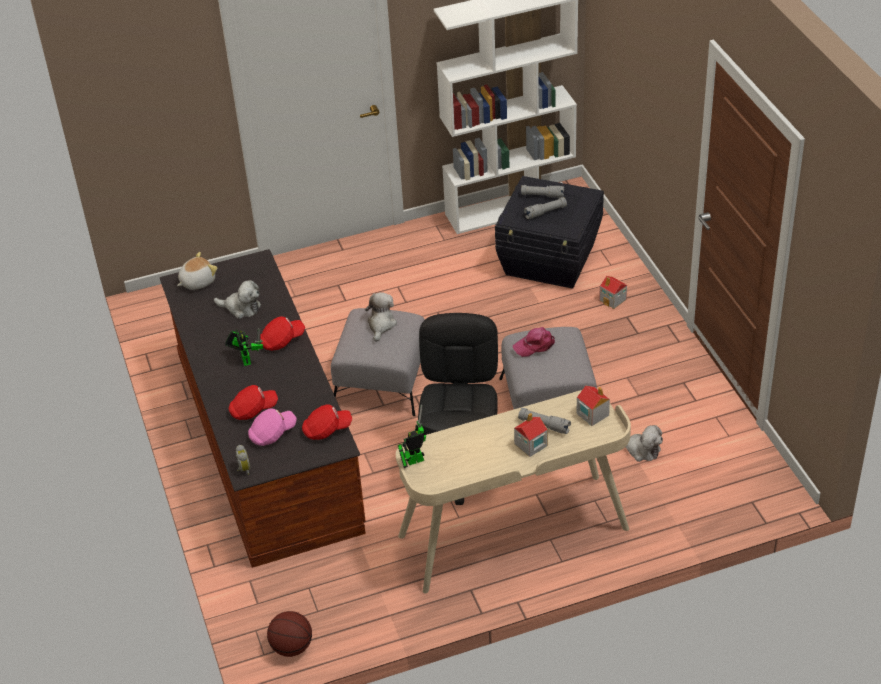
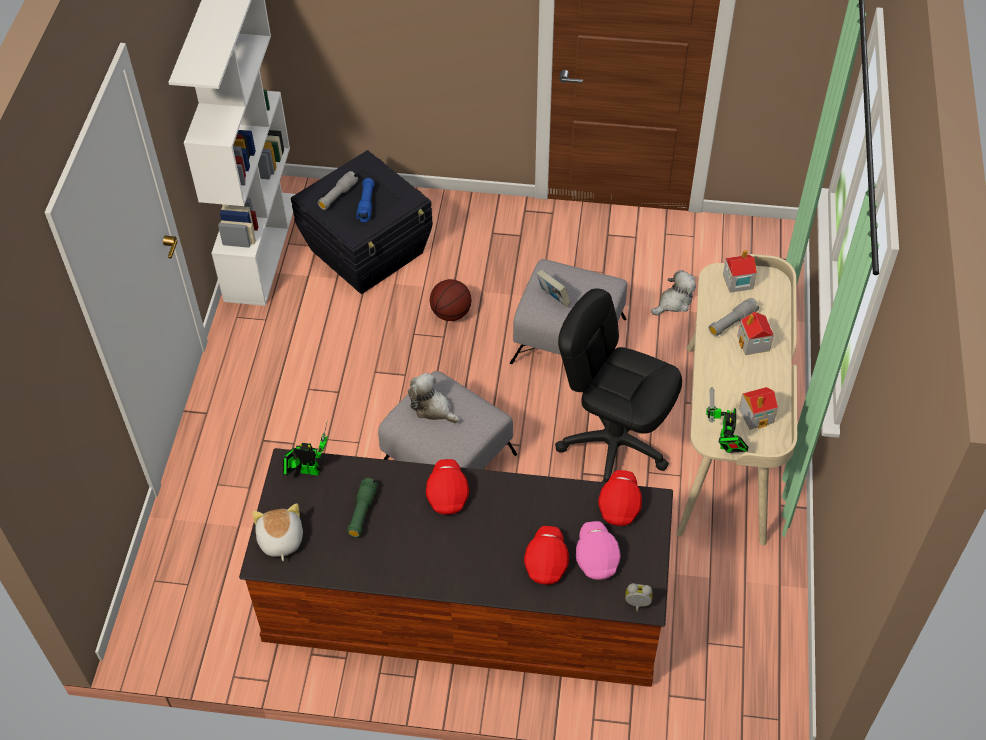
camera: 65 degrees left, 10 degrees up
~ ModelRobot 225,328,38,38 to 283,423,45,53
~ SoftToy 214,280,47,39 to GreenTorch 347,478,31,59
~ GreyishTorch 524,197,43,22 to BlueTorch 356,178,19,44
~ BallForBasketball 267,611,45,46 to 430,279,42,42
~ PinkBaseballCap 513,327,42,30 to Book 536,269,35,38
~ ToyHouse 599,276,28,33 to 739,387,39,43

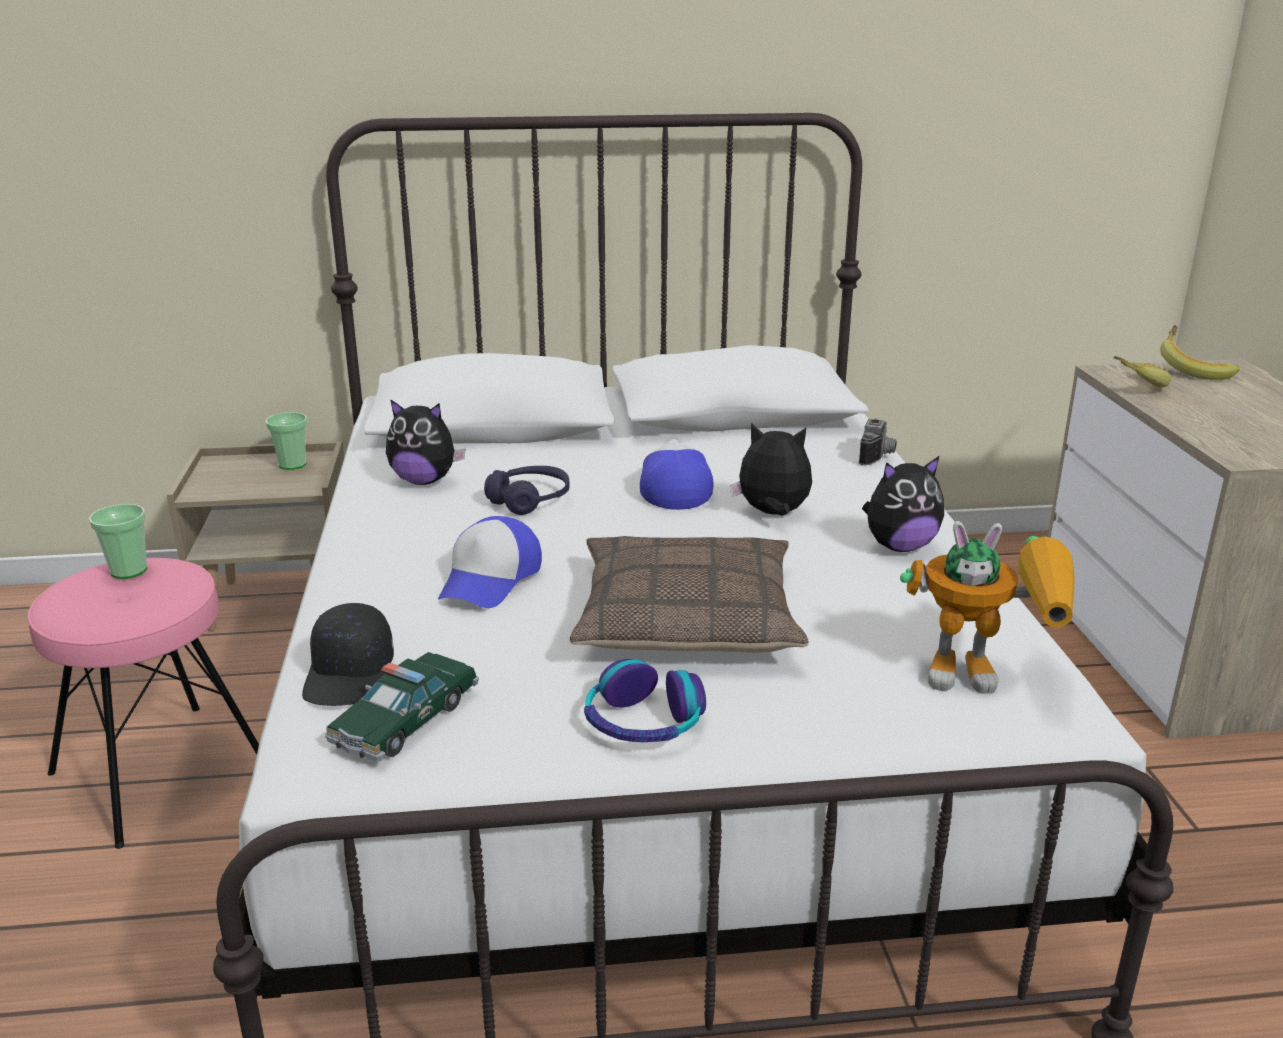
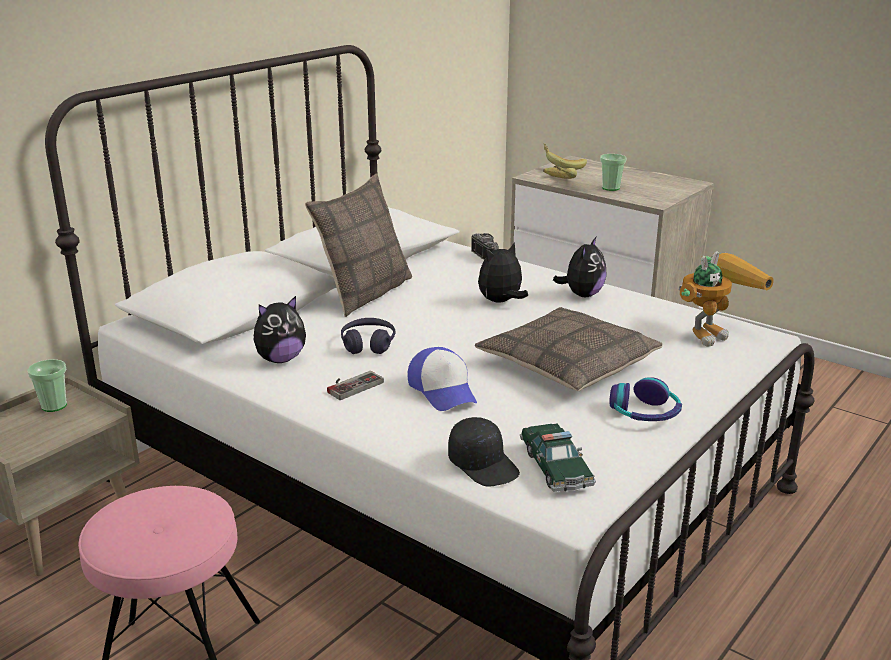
camera: 45 degrees left, 0 degrees up
+ Cushion 305,174,107,143
+ Joypad 327,371,57,29
~ DrinkingCup 89,504,58,75 to 600,154,27,37
- BaseballCap 640,439,74,71

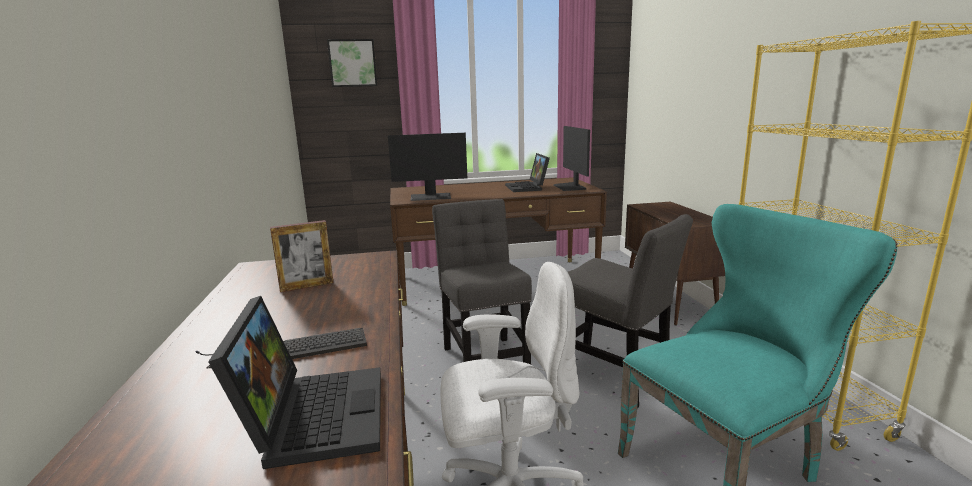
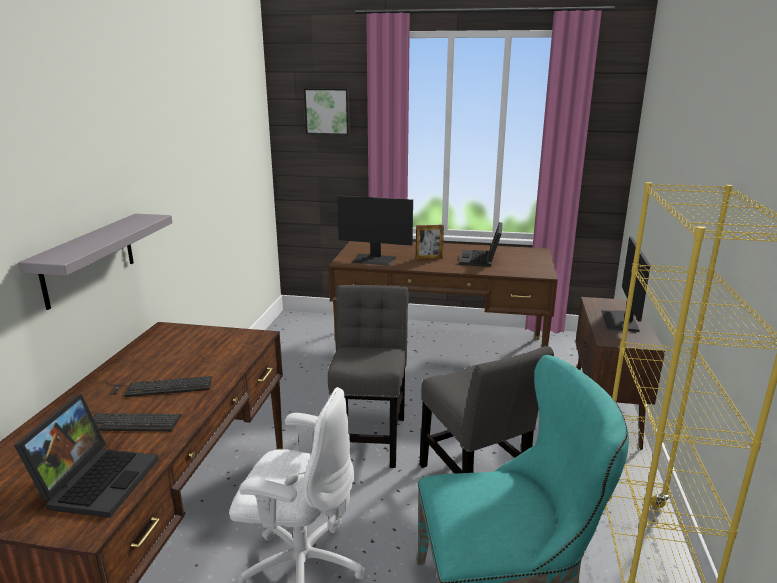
camera: 20 degrees right, 5 degrees up
+ GreyishShelf 18,214,154,96
+ PcKeyboard 105,376,107,21
~ StandingFrame 270,220,64,72 to 416,225,28,35
~ ComputerScreen 554,126,36,65 to 601,237,49,95

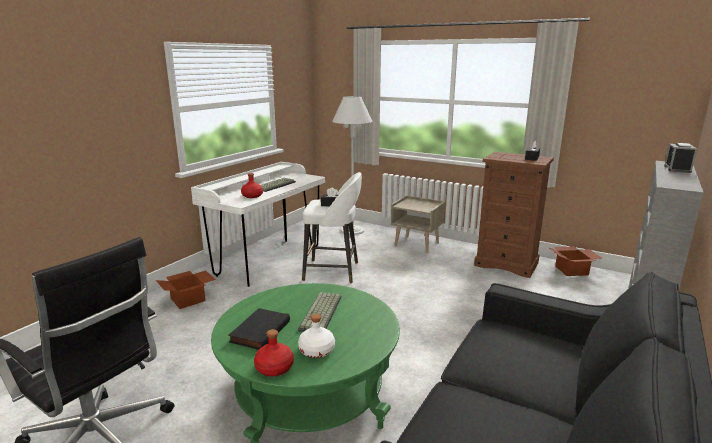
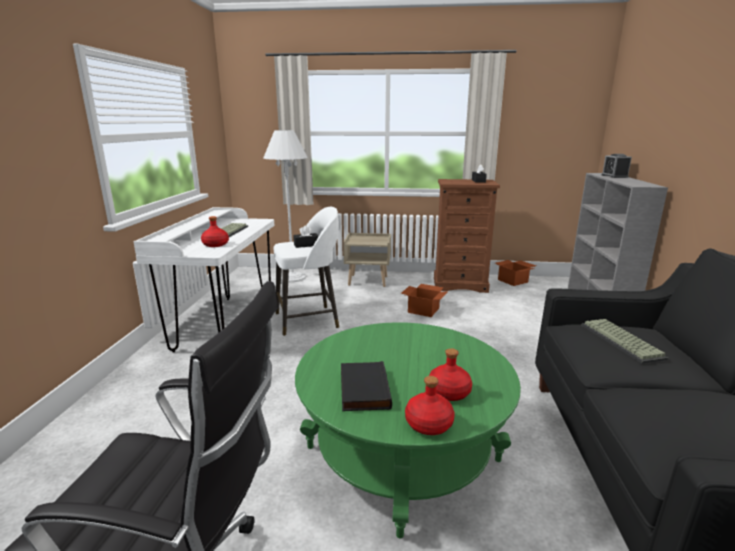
camera: 25 degrees left, 0 degrees up
~ PackingBox 156,270,60,39 to 401,284,47,33
~ WhiteBottle 298,314,37,44 to RedBottle 429,348,43,53
~ PcKeyboard 298,292,43,40 to 581,319,87,45

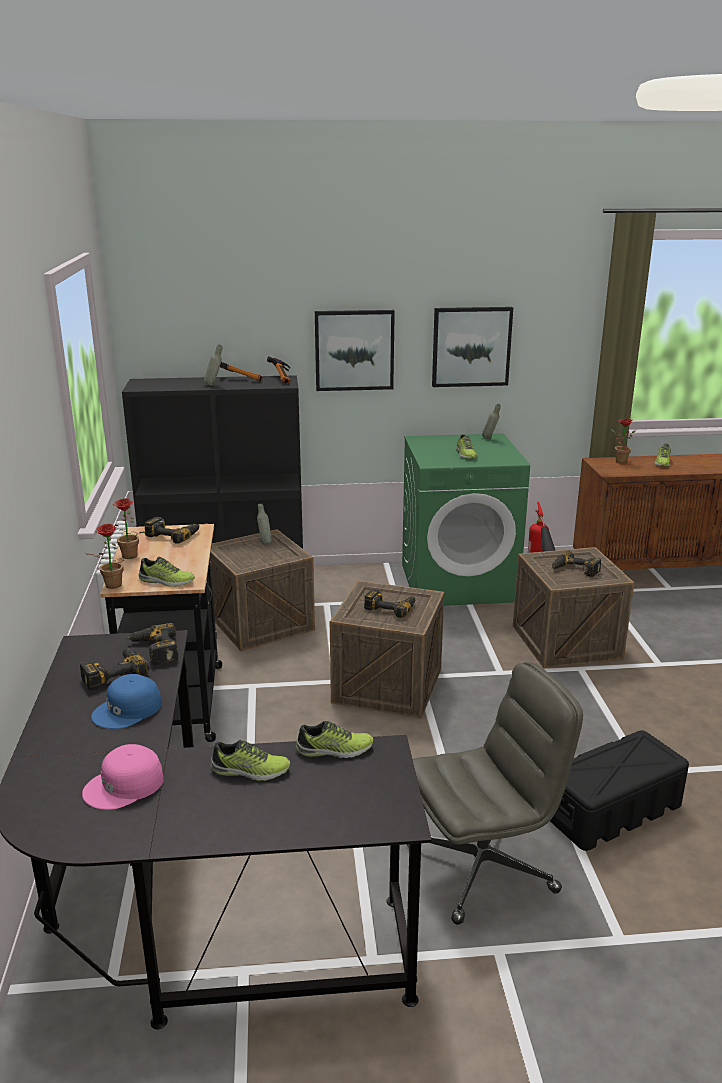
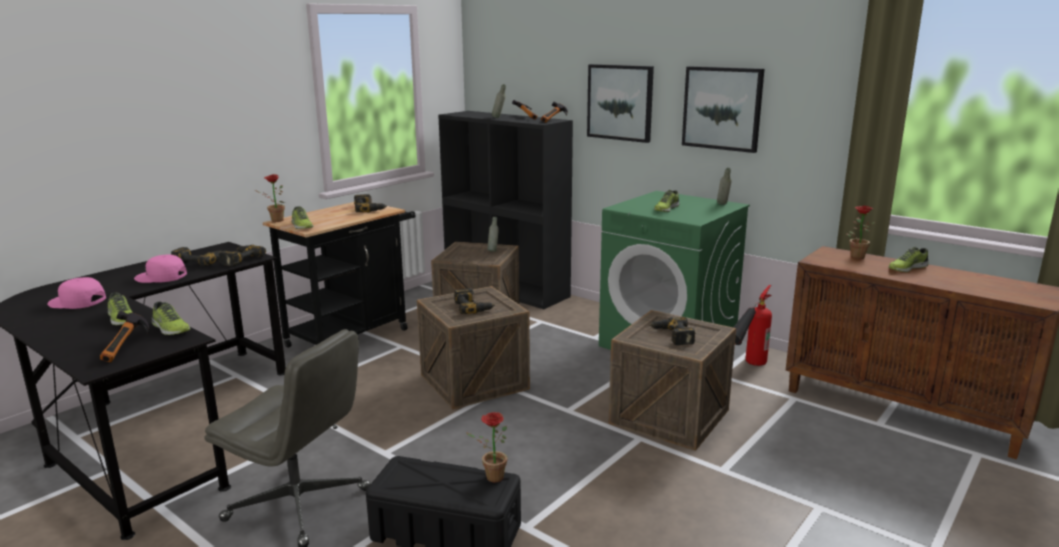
camera: 45 degrees right, 5 degrees down
+ ToolHammer 100,311,49,51
~ BlueBaseballCap 91,674,71,55 to PinkBaseballCap 134,254,53,29
~ Houseplant 103,498,43,61 to 465,412,42,70

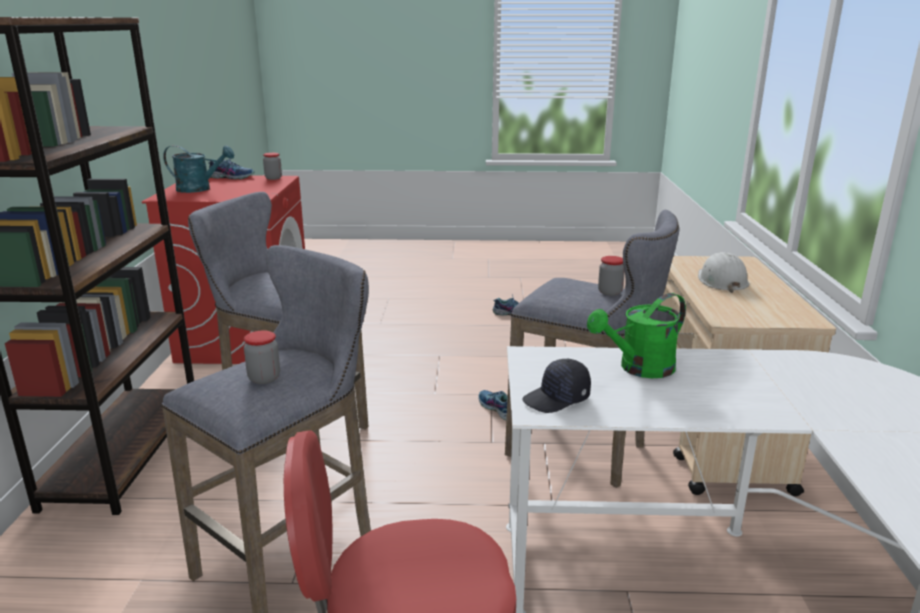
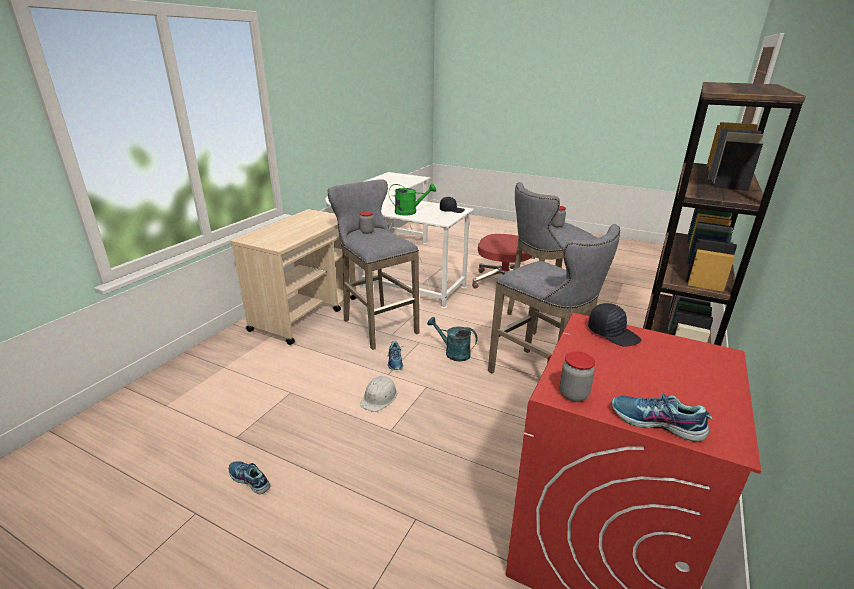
camera: 155 degrees left, 5 degrees up
~ WhiteSafetyHelmet 698,252,51,41 to 360,376,37,36
~ TurquoiseColouredWateringCan 163,145,71,48 to 427,317,50,44
+ BlackBaseballCap 588,303,54,44

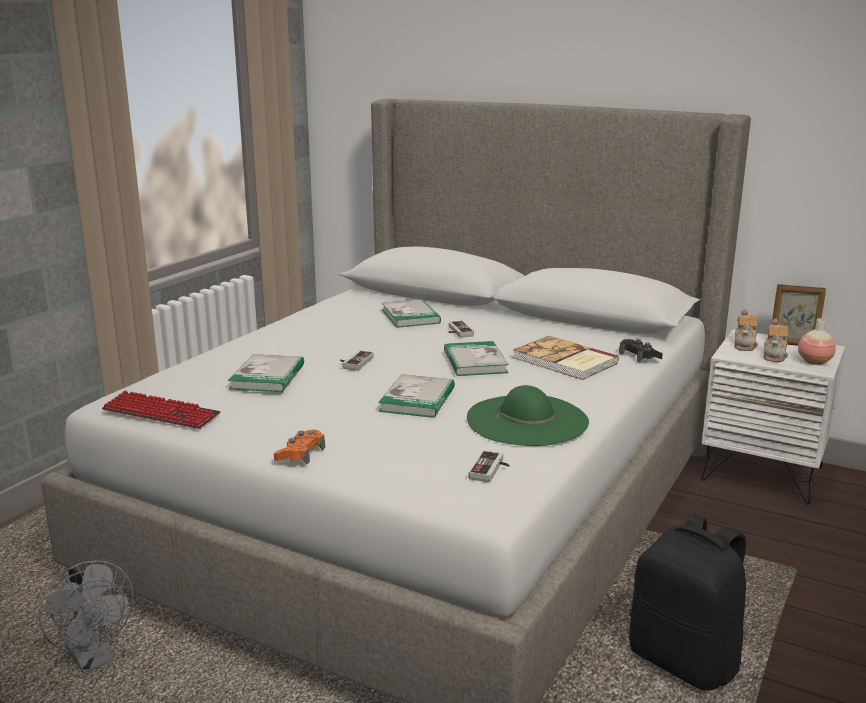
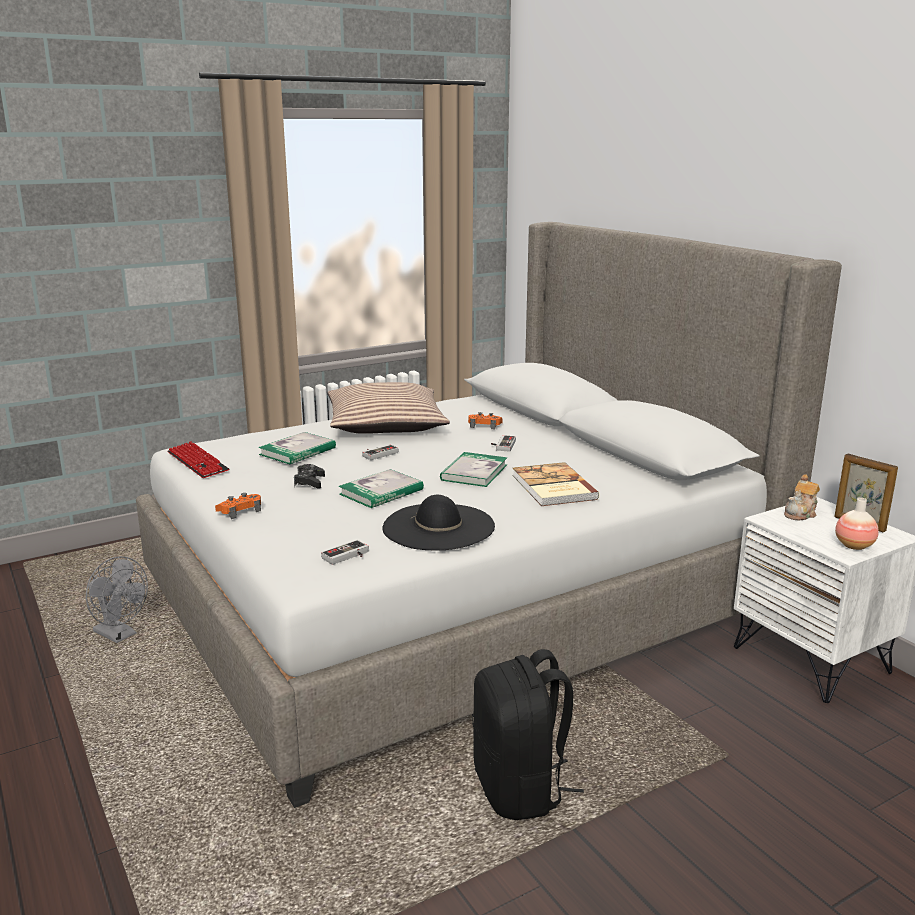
camera: 30 degrees right, 0 degrees up
~ GreyishFan 39,560,95,114 = 86,556,62,87 45 degrees counterclockwise
~ BlackJoypad 619,339,44,23 to 294,464,31,25
+ Cushion 328,382,122,52
~ GreenClothingHat 467,385,122,61 to BlackClothingHat 383,495,112,55
~ Book 382,299,59,29 to OrangeJoypad 468,412,35,17
- PotForTea 763,319,25,43

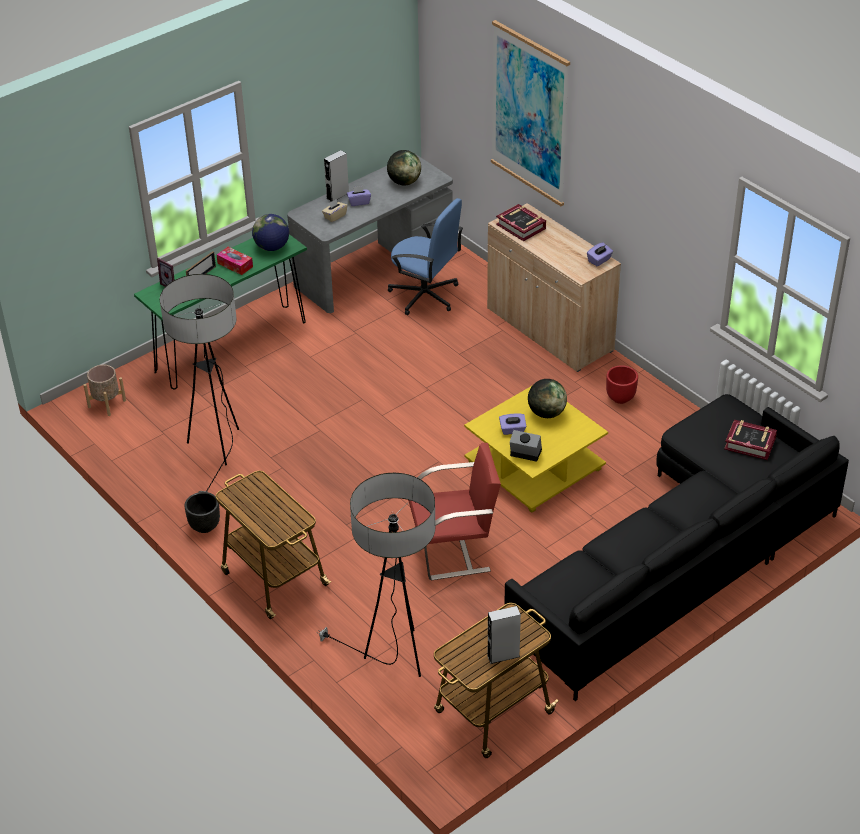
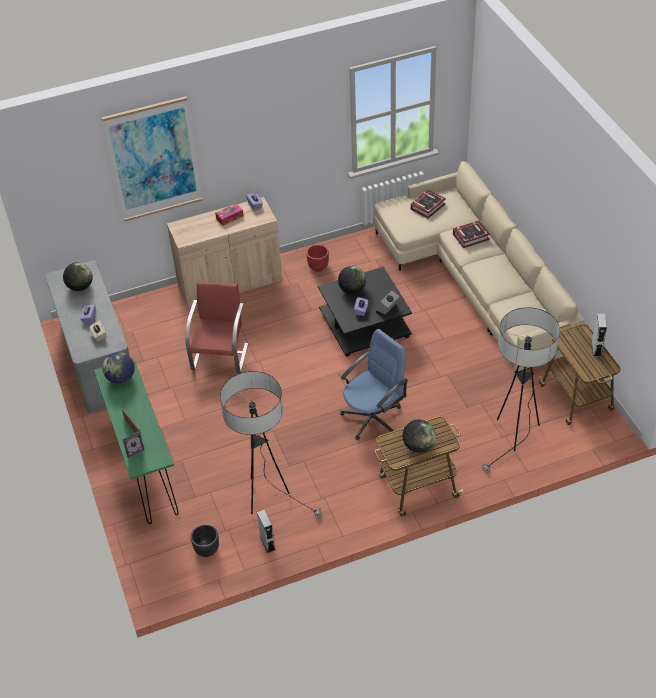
camera: 70 degrees left, 5 degrees up
~ RedChair 408,443,93,137 to 185,281,64,93
~ BlackPlanter 185,492,35,41 to 191,524,28,33
~ TissueHolder 217,247,36,28 to 215,204,28,22
~ GreyishSpeaker 324,150,25,52 to 257,510,18,43
~ YellowishCoffeeTable 464,386,144,126 to BlackCoffeeTable 318,267,94,90
~ BlueDeskChair 388,198,75,117 to 340,329,68,111
~ BlackSettee 504,394,345,307 to SandColouredSettee 373,161,211,211
+ WorldGlobe 403,420,33,33
~ Book 496,204,50,37 to 453,221,37,27
- SandColouredPlanter 83,365,43,51

